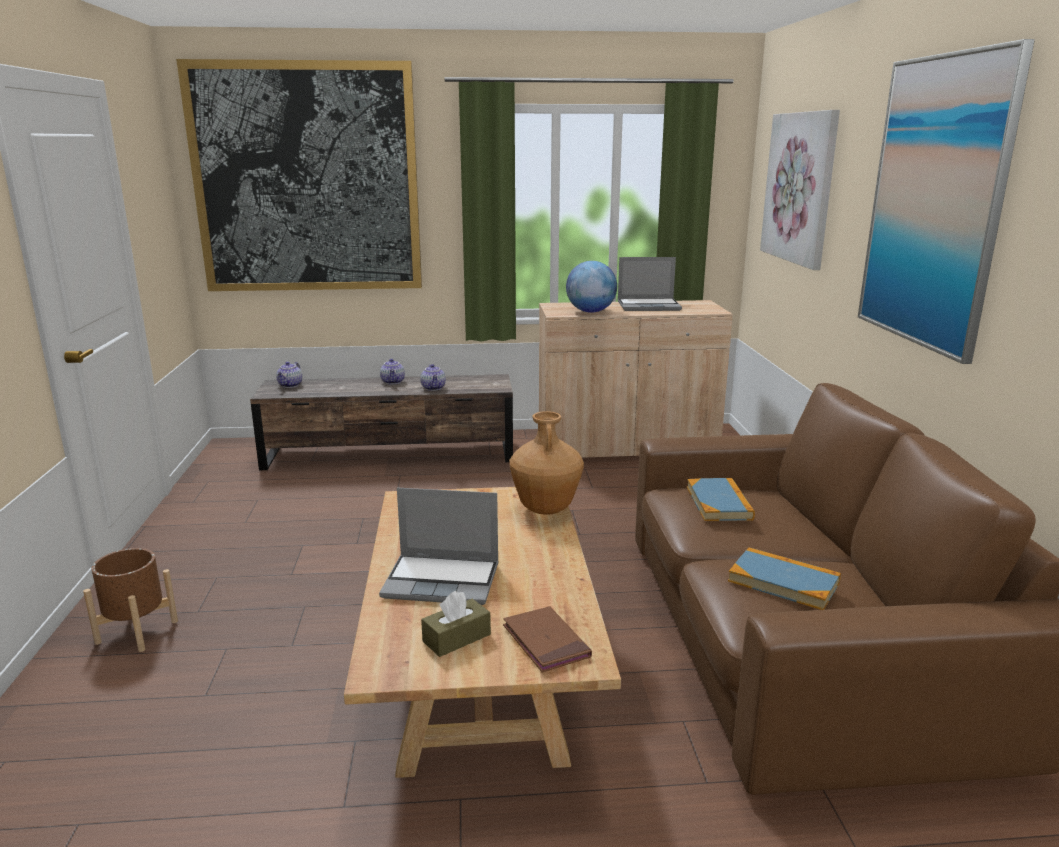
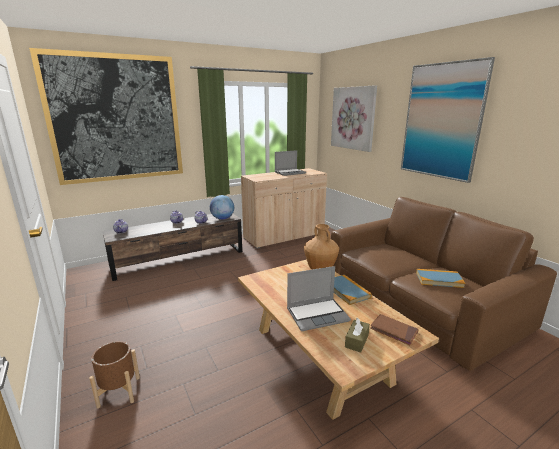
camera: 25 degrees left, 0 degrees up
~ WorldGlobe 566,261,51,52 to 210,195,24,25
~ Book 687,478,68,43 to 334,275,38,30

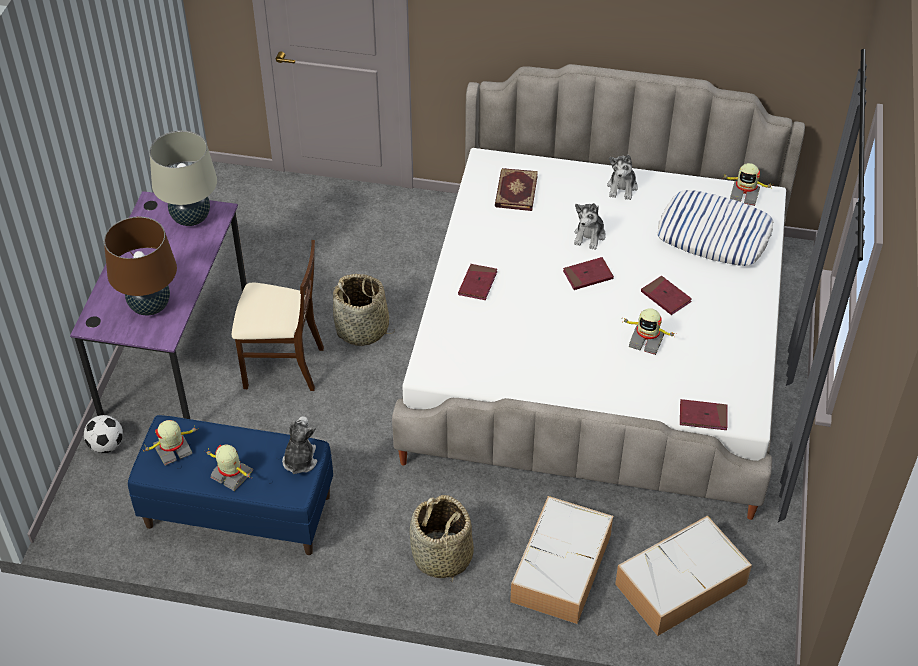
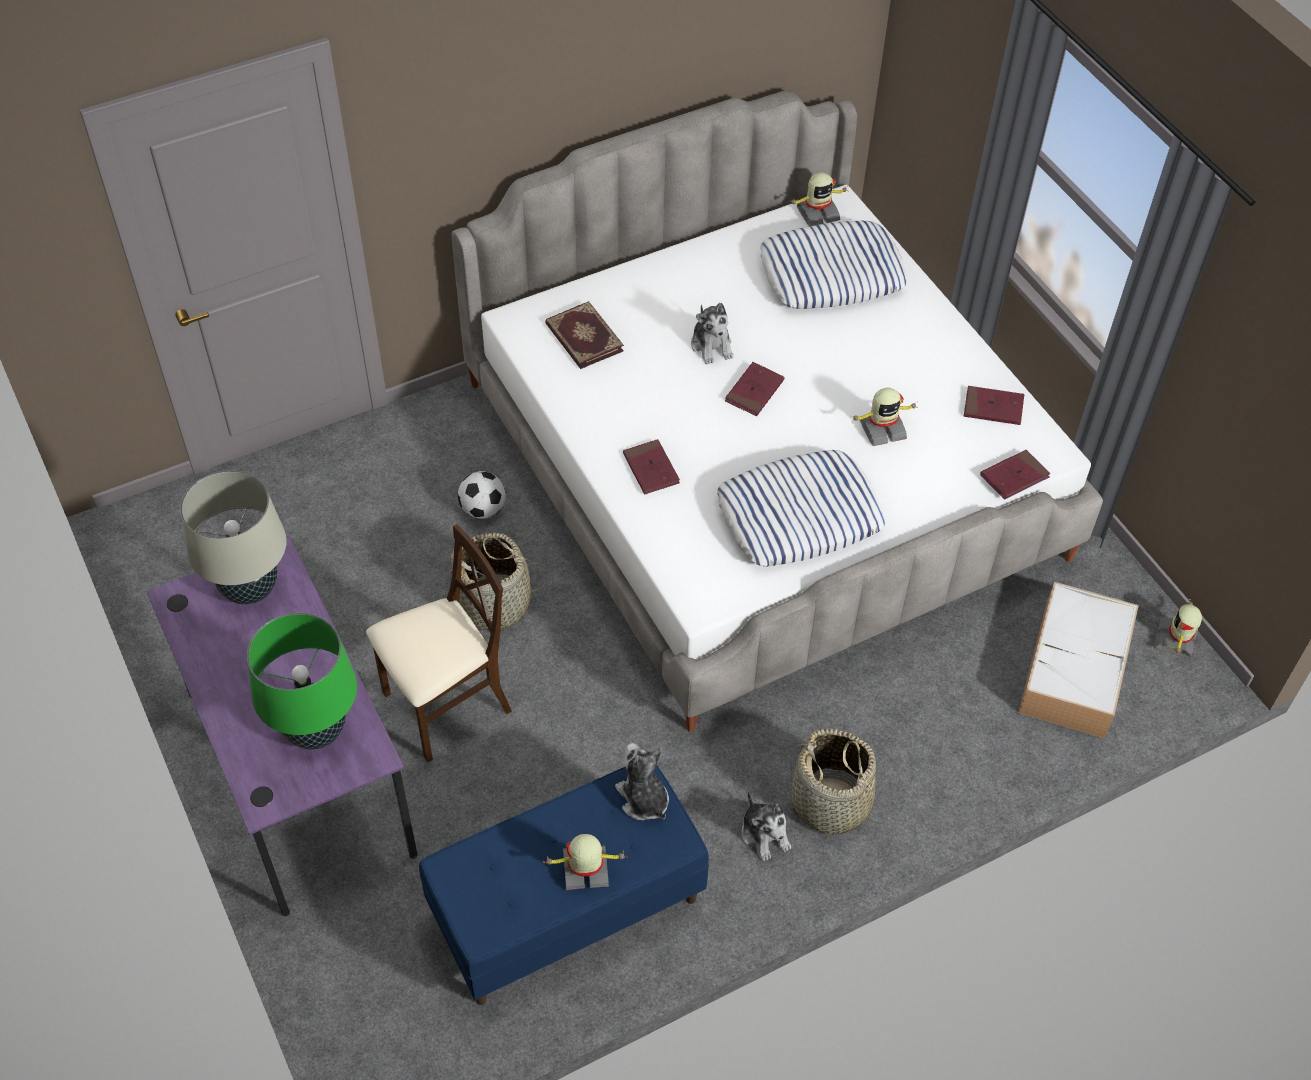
camera: 40 degrees left, 5 degrees up
~ BrownishTabletopLamp 104,217,73,98 to GreenTabletopLamp 247,613,110,136
~ BallForFootball 84,415,39,38 to 458,471,48,48
+ Cushion 717,450,168,116
~ SoftToy 607,154,31,46 to 741,791,50,70
~ RedBook 641,276,51,39 to 964,386,60,39
~ ModelRobot 143,420,56,46 to 1154,602,48,56
- StorageBin 510,496,103,128

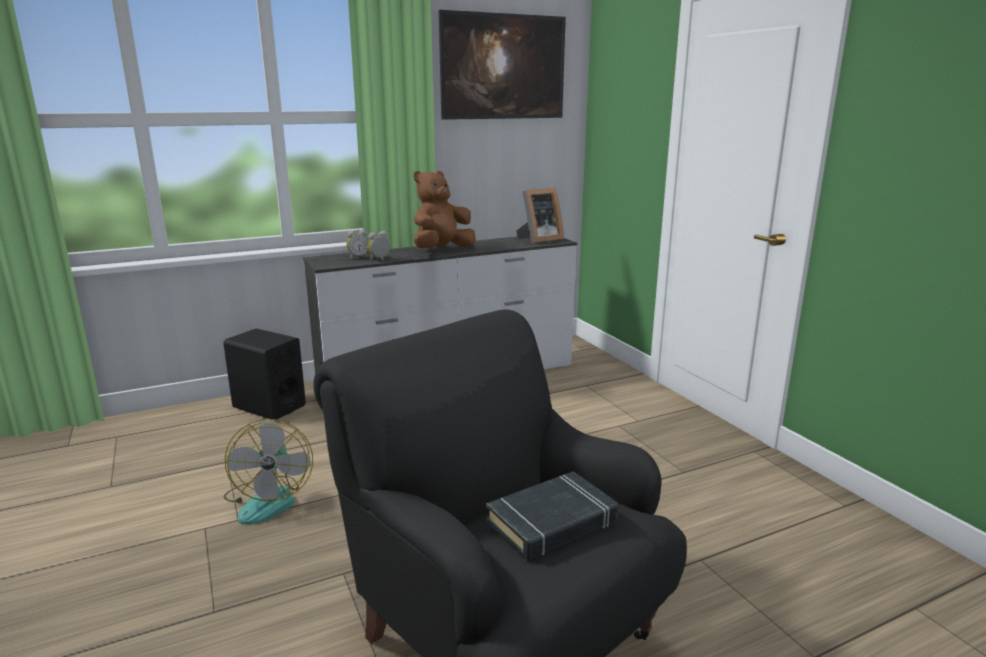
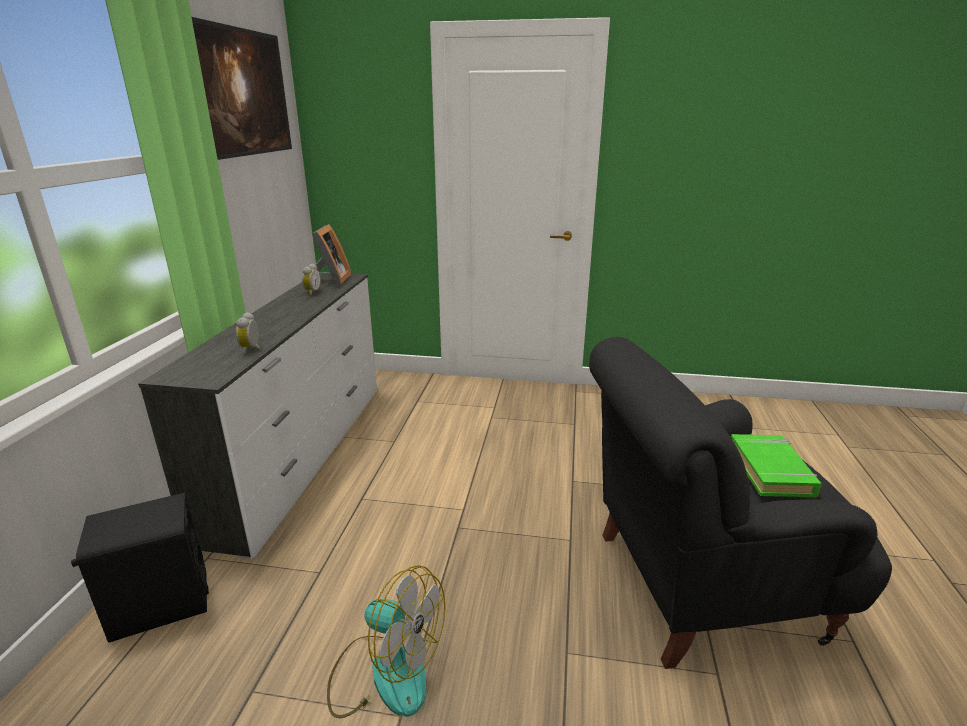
camera: 55 degrees left, 5 degrees up
~ AlarmClock 346,230,23,29 to 302,264,19,31
~ BlackBook 486,471,132,89 to GreenBook 731,434,91,63
- BrownishSoftToy 414,171,62,77

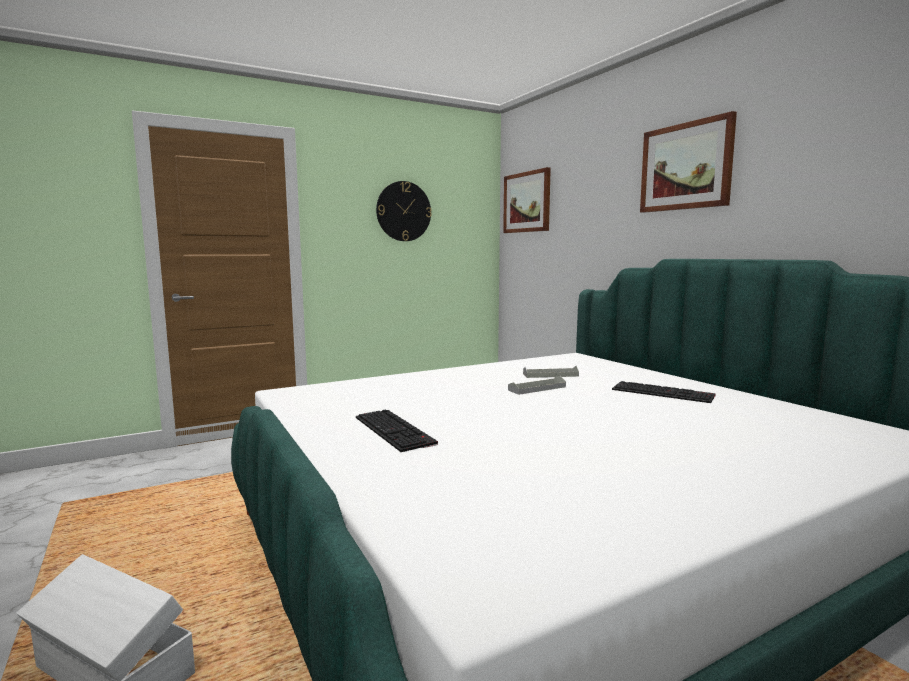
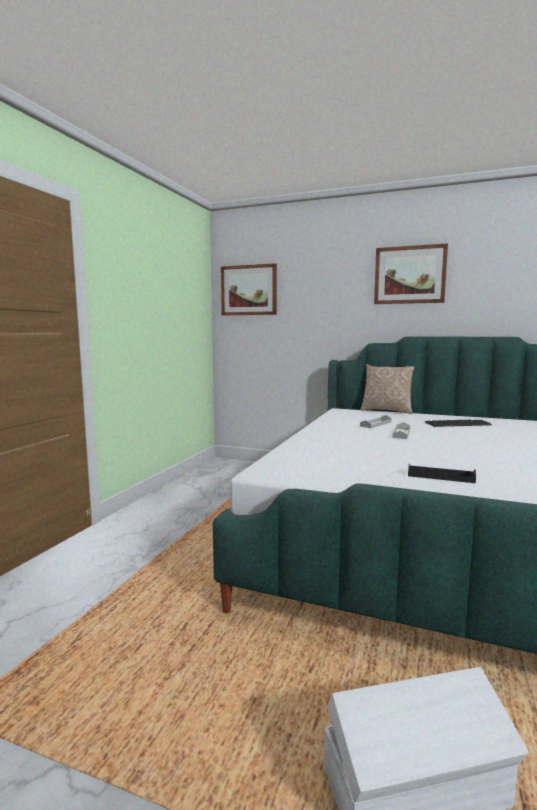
camera: 40 degrees left, 0 degrees up
+ Cushion 360,364,54,50
~ PcKeyboard 356,409,82,43 to BlackCarryingTray 408,463,68,20
- ClockOnTheWall 376,181,56,60

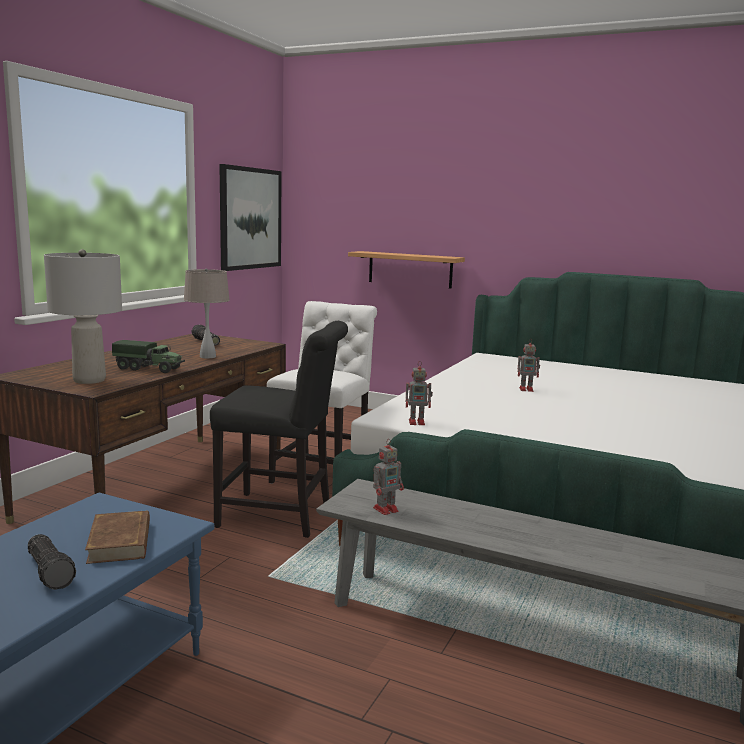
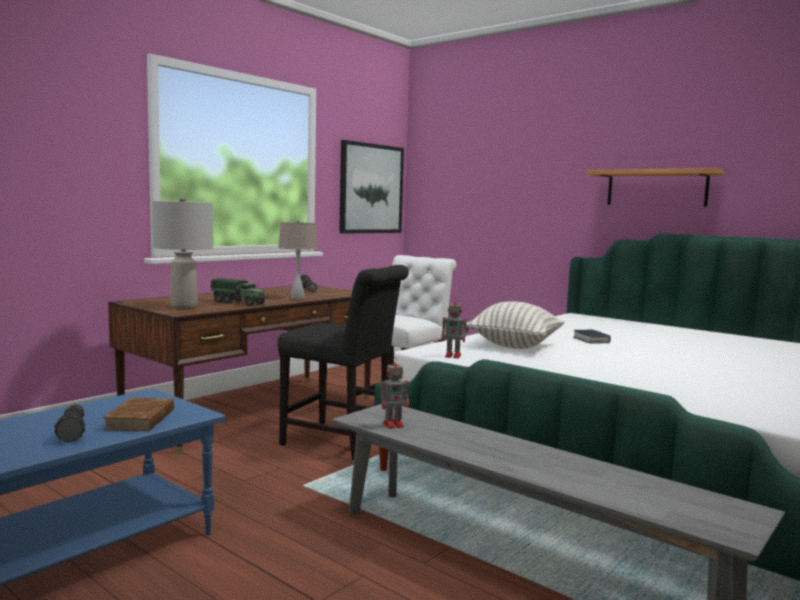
camera: 15 degrees right, 5 degrees down
+ Cushion 466,302,99,47
~ ModelRobot 518,339,22,53 to Book 574,330,37,14
~ Shelf 348,251,117,38 to 586,168,139,39

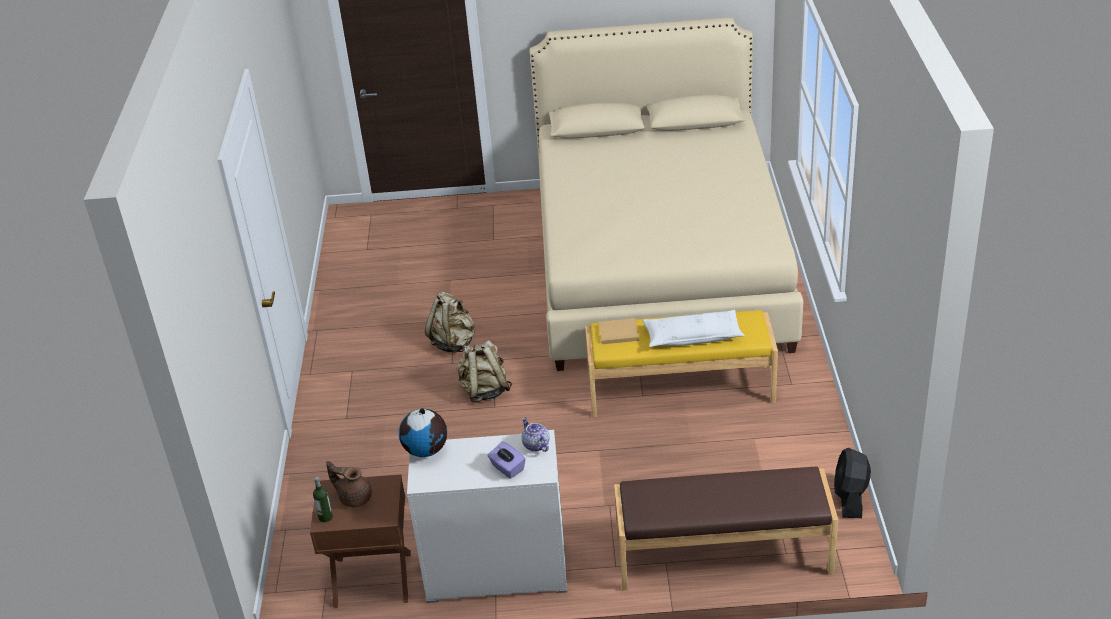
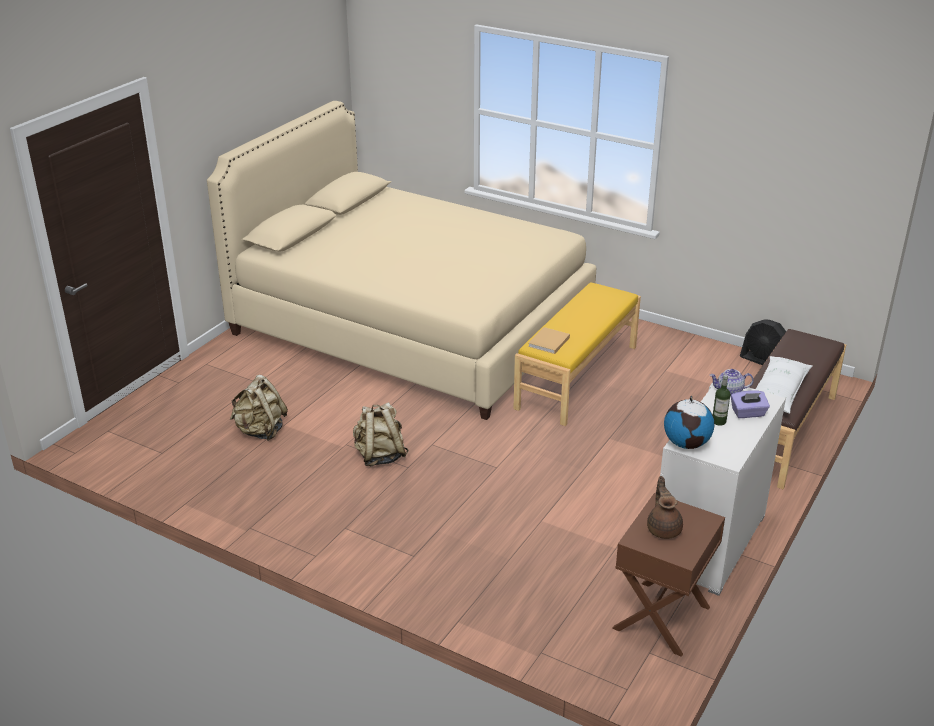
camera: 60 degrees left, 5 degrees down
~ SandColouredKnapsack 456,340,56,63 to 230,375,58,66
~ BrownishPotForTea 326,461,46,46 = 647,476,36,63 120 degrees clockwise
~ Bottle 313,477,20,46 to 713,375,17,51
~ WhiteCushion 643,310,102,37 to 756,356,57,58

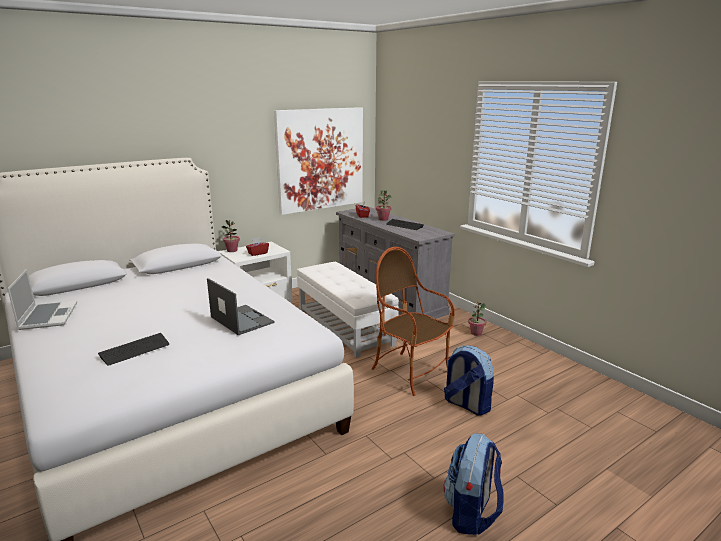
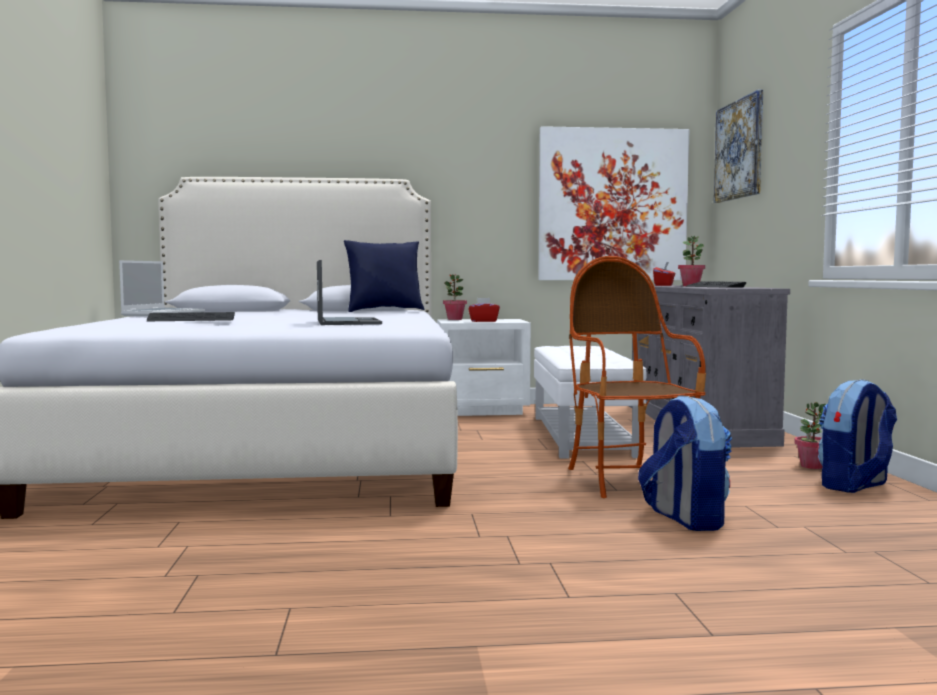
camera: 30 degrees right, 15 degrees down
+ BlueCushion 344,240,80,72
+ WallArt 714,90,49,113
~ Knapsack 443,434,61,101 to 818,379,79,114

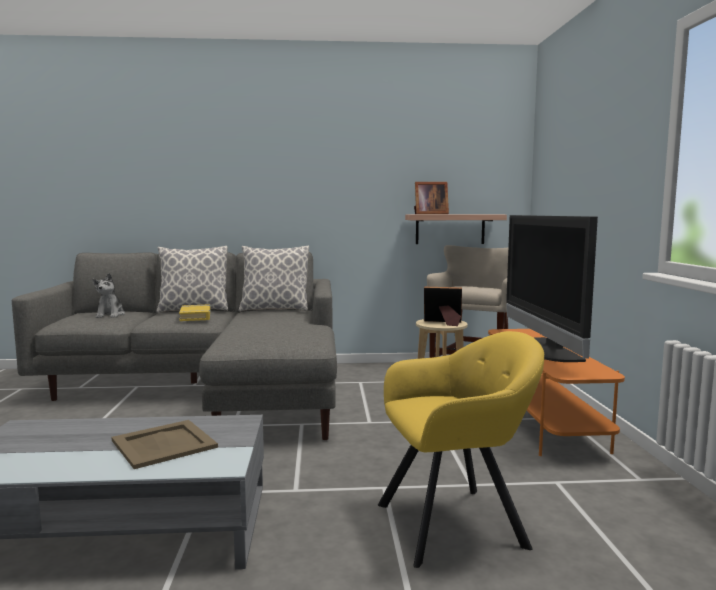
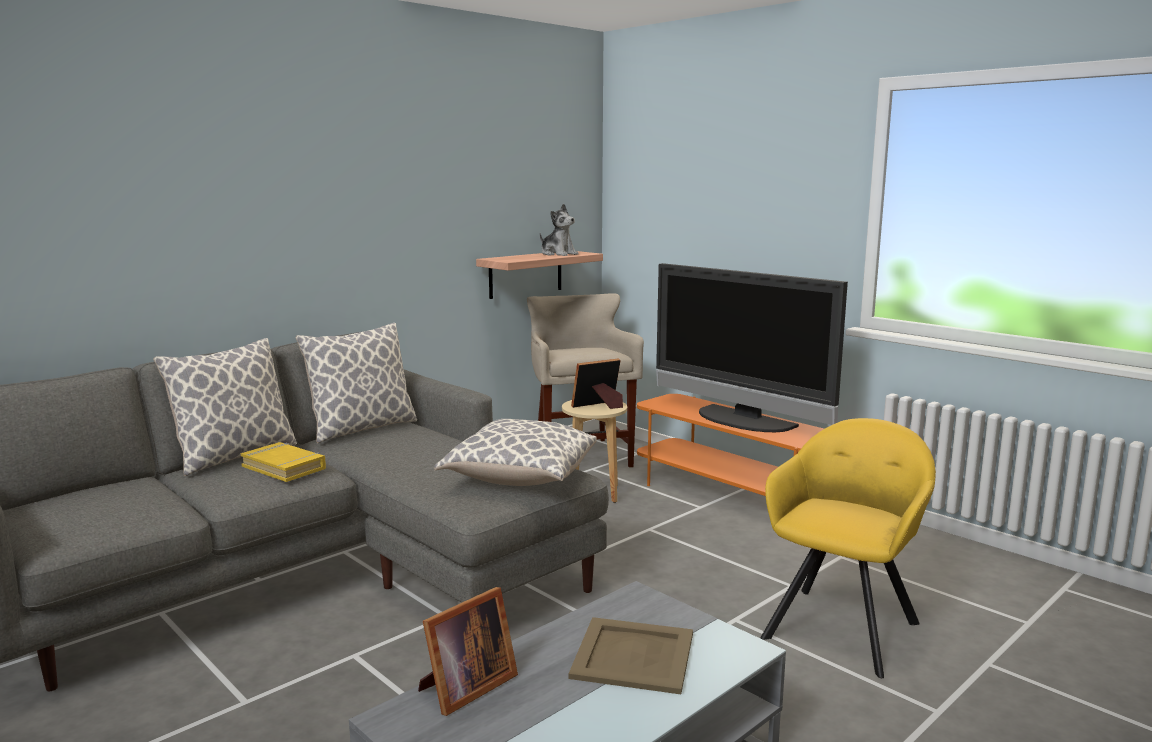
camera: 40 degrees left, 5 degrees up
~ StandingFrame 414,182,35,32 to 418,587,100,129
+ Cushion 434,419,163,67
~ SoftToy 92,273,33,45 to 540,204,38,52

